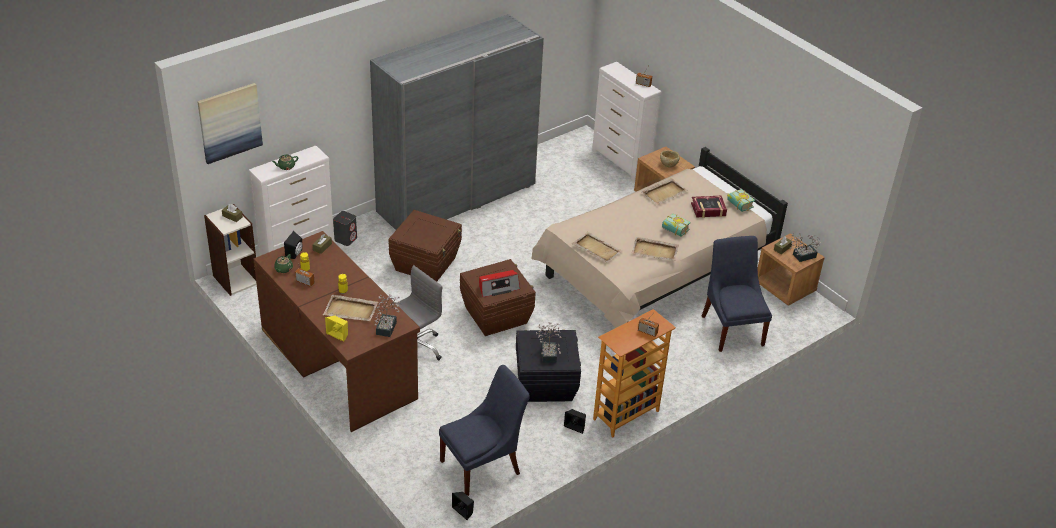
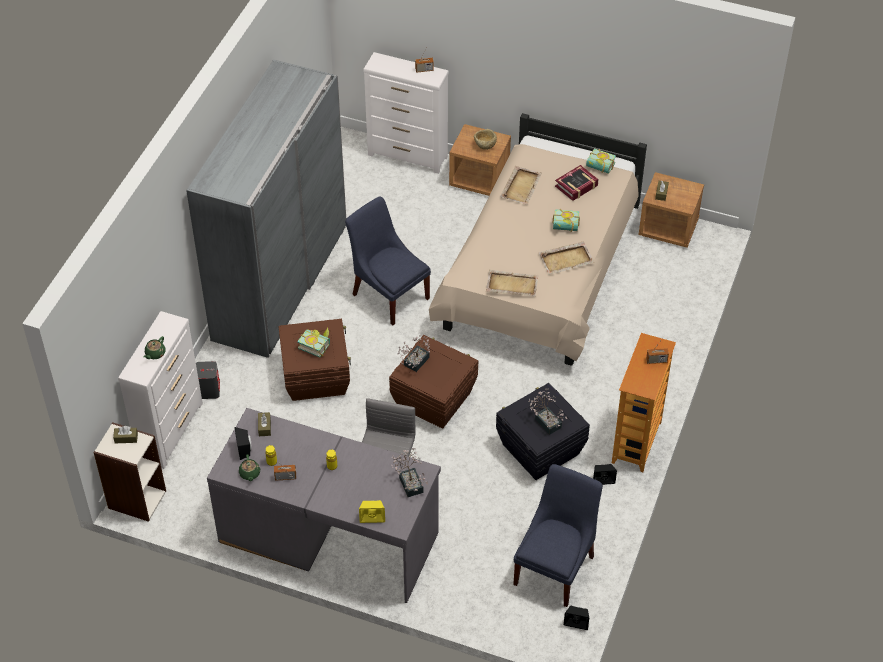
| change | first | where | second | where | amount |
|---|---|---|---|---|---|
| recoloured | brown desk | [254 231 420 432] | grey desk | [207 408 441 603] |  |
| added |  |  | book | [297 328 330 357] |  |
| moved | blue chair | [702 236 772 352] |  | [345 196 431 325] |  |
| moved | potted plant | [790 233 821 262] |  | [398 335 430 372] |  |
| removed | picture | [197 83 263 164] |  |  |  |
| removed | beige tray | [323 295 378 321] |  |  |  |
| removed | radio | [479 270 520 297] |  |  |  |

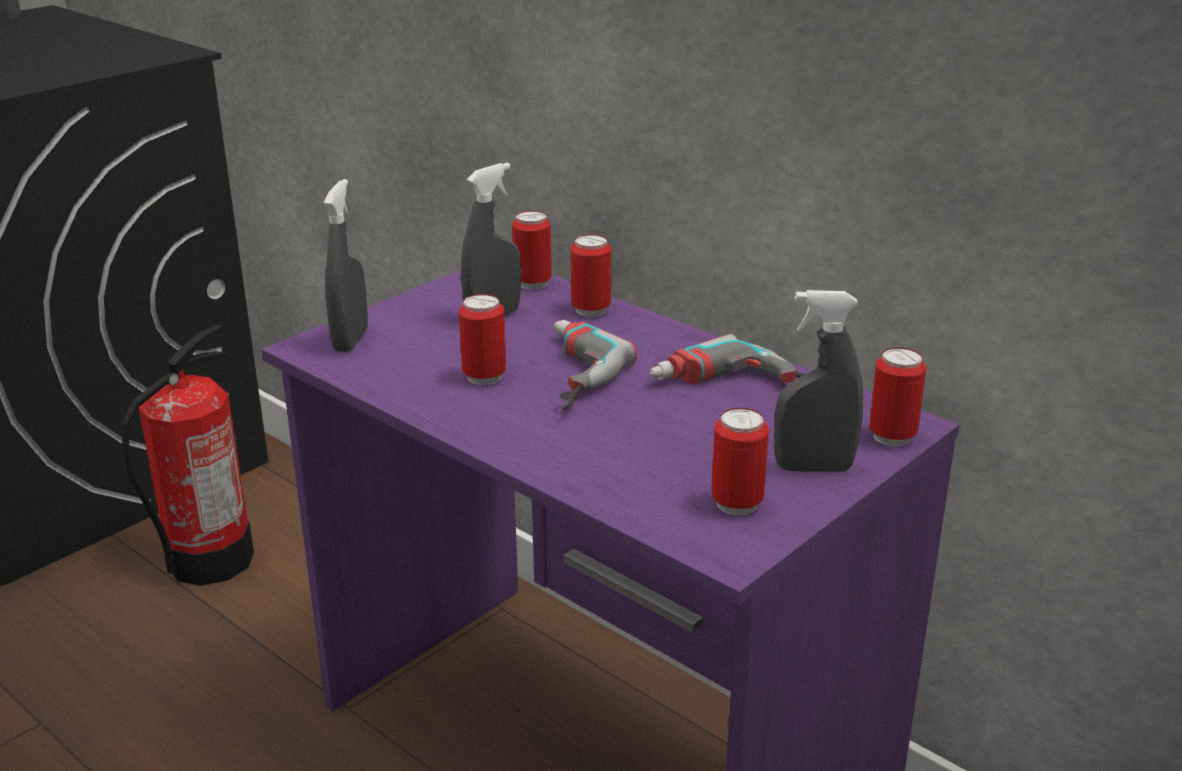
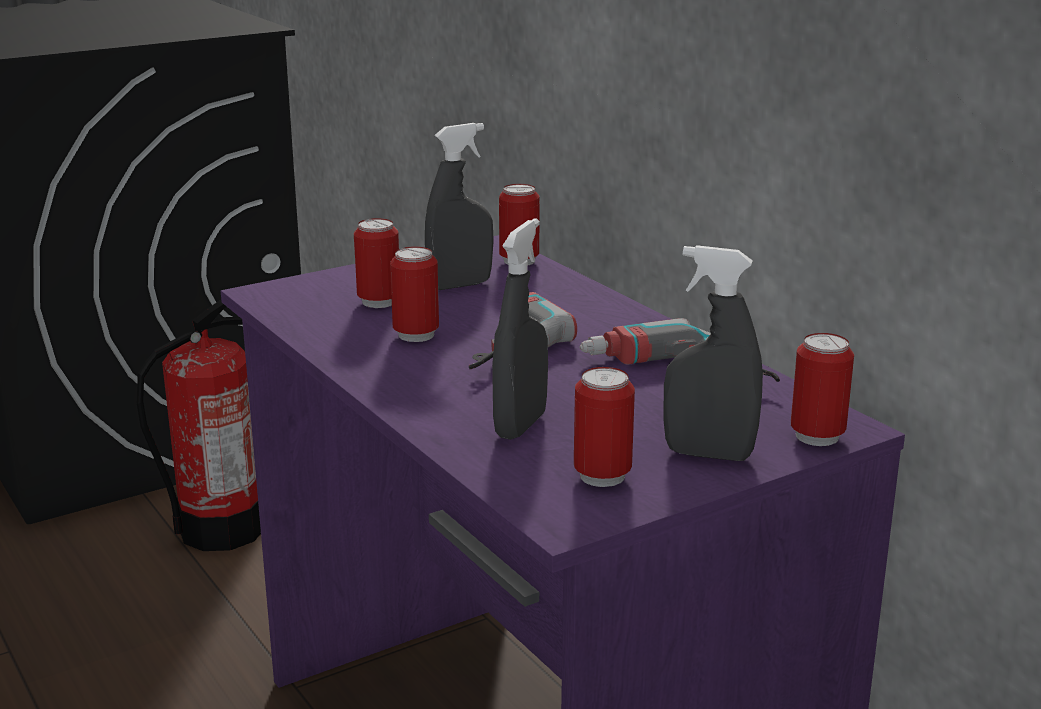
| change | first | where | second | where | amount |
|---|---|---|---|---|---|
| moved | can | [571 234 611 317] |  | [354 218 399 308] |  |
| moved | grey spray bottle | [324 179 368 352] |  | [492 218 548 440] |  |

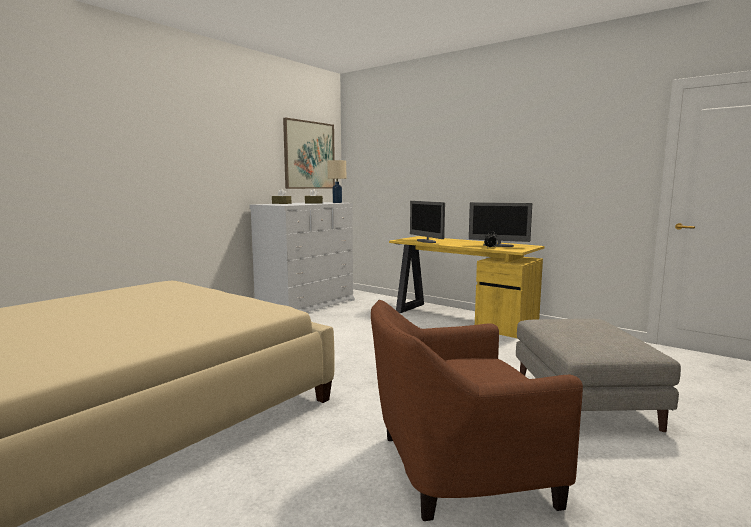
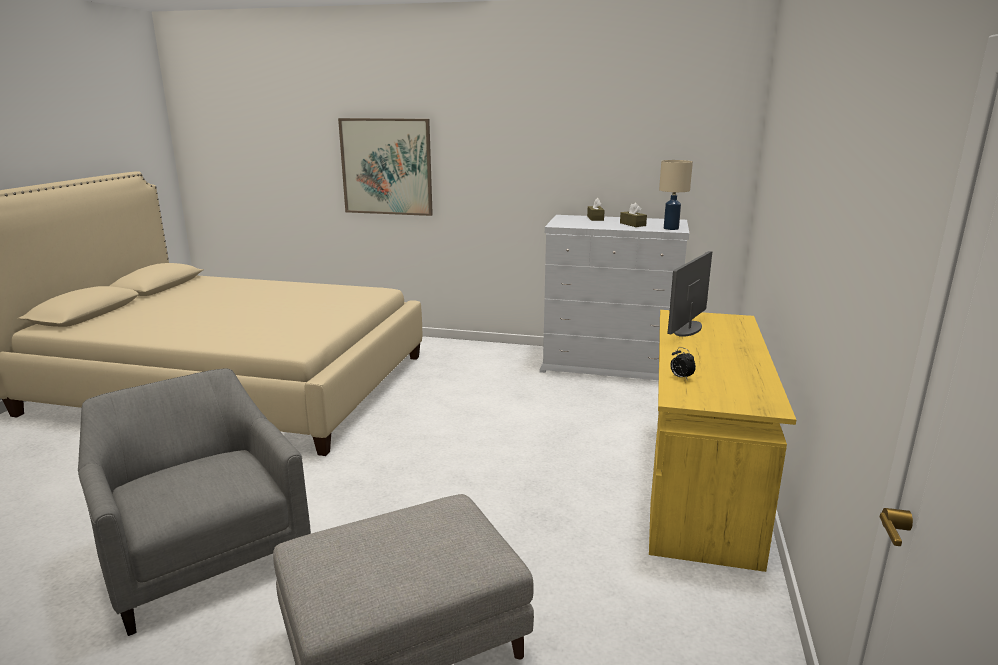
| change | first | where | second | where | amount |
|---|---|---|---|---|---|
| recoloured | brown armchair | [371 300 583 521] | grey armchair | [78 368 311 636] |  |
| moved | picture | [283 117 335 189] |  | [338 118 433 216] |  |
| removed | monitor | [469 202 532 247] |  |  |  |

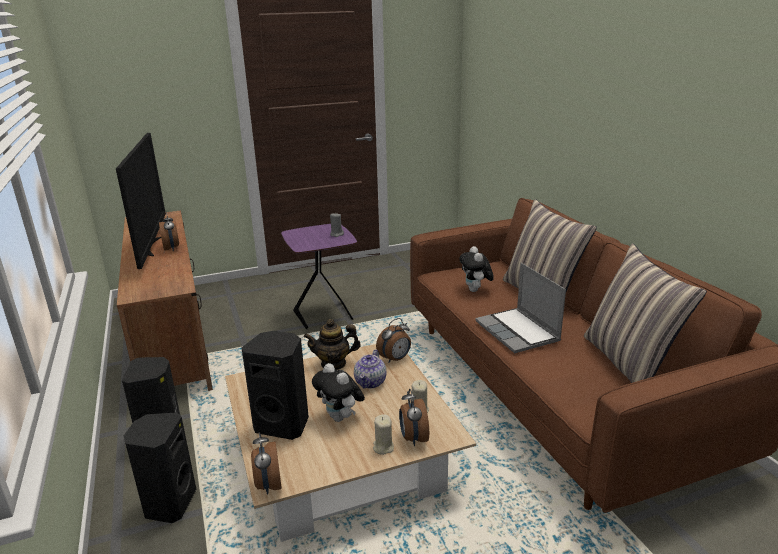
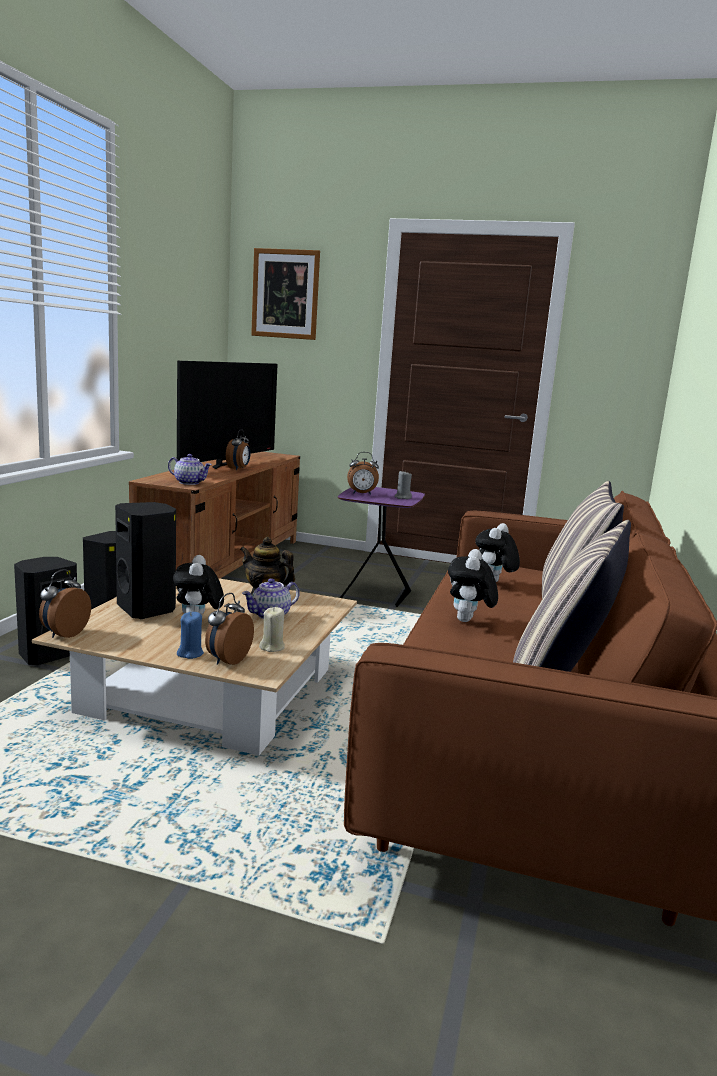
| change | first | where | second | where | amount |
|---|---|---|---|---|---|
| added |  |  | teapot | [168 454 212 485] |  |
| recoloured | beige candle | [373 414 394 455] | blue candle | [177 612 204 659] |  |
| added |  |  | picture | [251 248 320 340] |  |
| moved | alarm clock | [376 318 411 363] |  | [347 452 379 495] |  |
| replaced | laptop | [475 263 566 354] | plush toy | [448 549 498 622] |  |

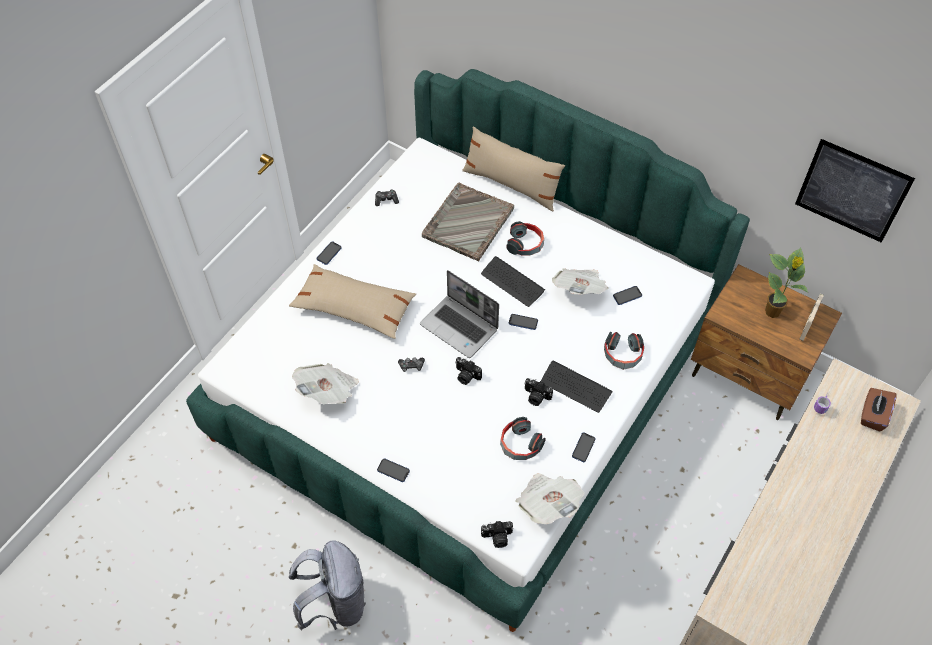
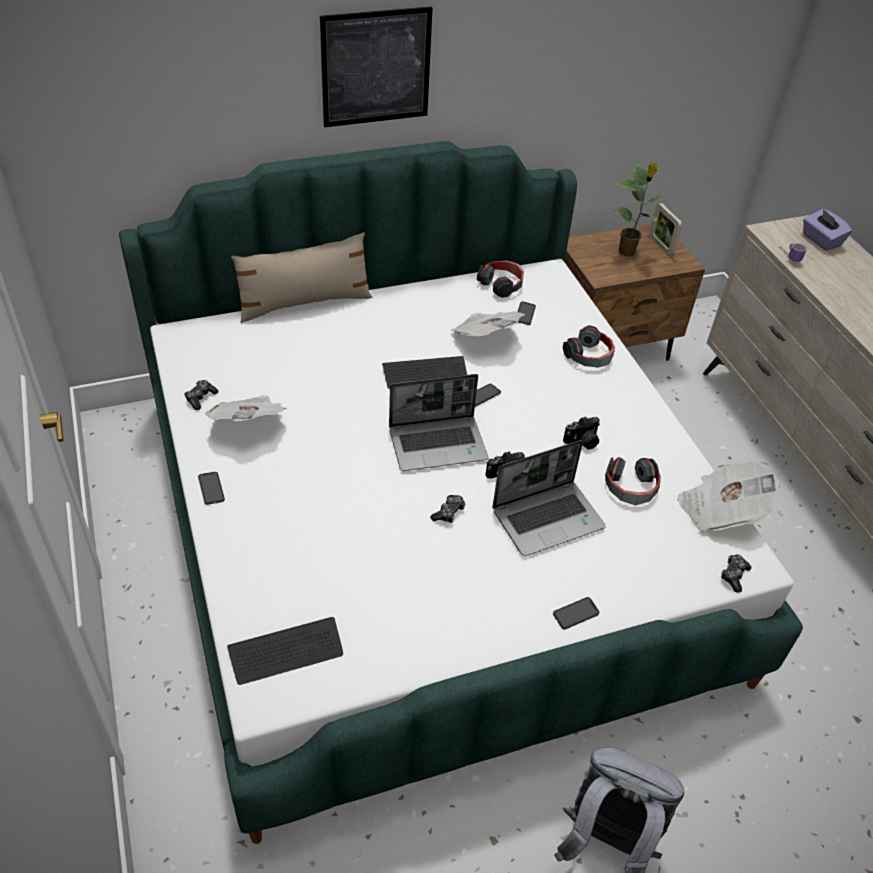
| change | first | where | second | where | amount |
|---|---|---|---|---|---|
| moved | newspaper | [292 363 359 404] |  | [205 395 286 422] |  |
| moved | keyboard | [541 361 613 413] |  | [227 617 343 685] |  |
| moved | picture | [795 139 915 243] |  | [320 6 433 127] |  |
| moved | headphones | [506 221 544 255] |  | [477 261 524 298] |  |
| added |  |  | laptop | [492 440 606 556] |  |
| replaced | photo camera | [481 521 514 548] | game controller | [721 555 751 593] |  |
| recoloured | brown tissue box | [861 388 897 431] | purple tissue box | [803 209 852 251] |  |
| removed | beige pillow | [289 264 416 339] |  |  |  |
| removed | grey tray | [422 182 514 261] |  |  |  |
| removed | phone | [572 433 596 462] |  |  |  |

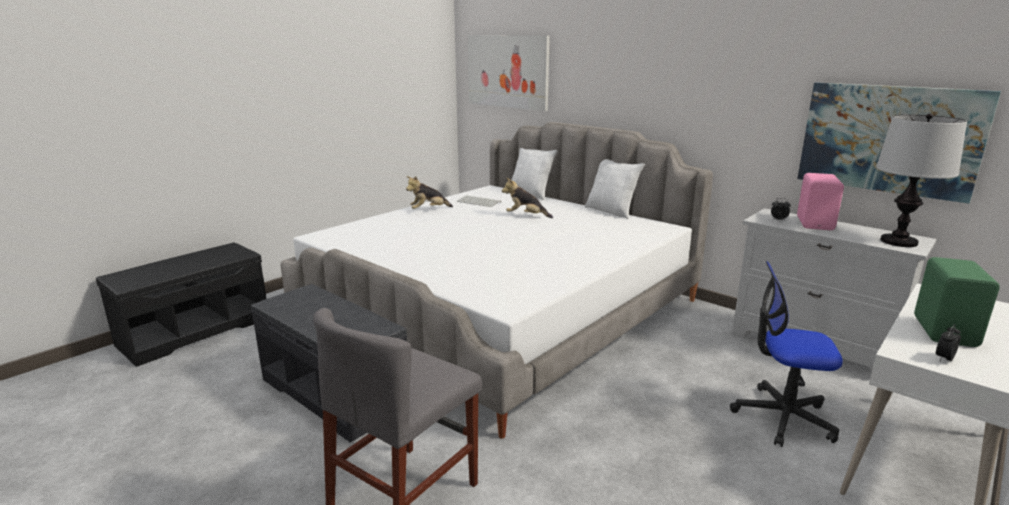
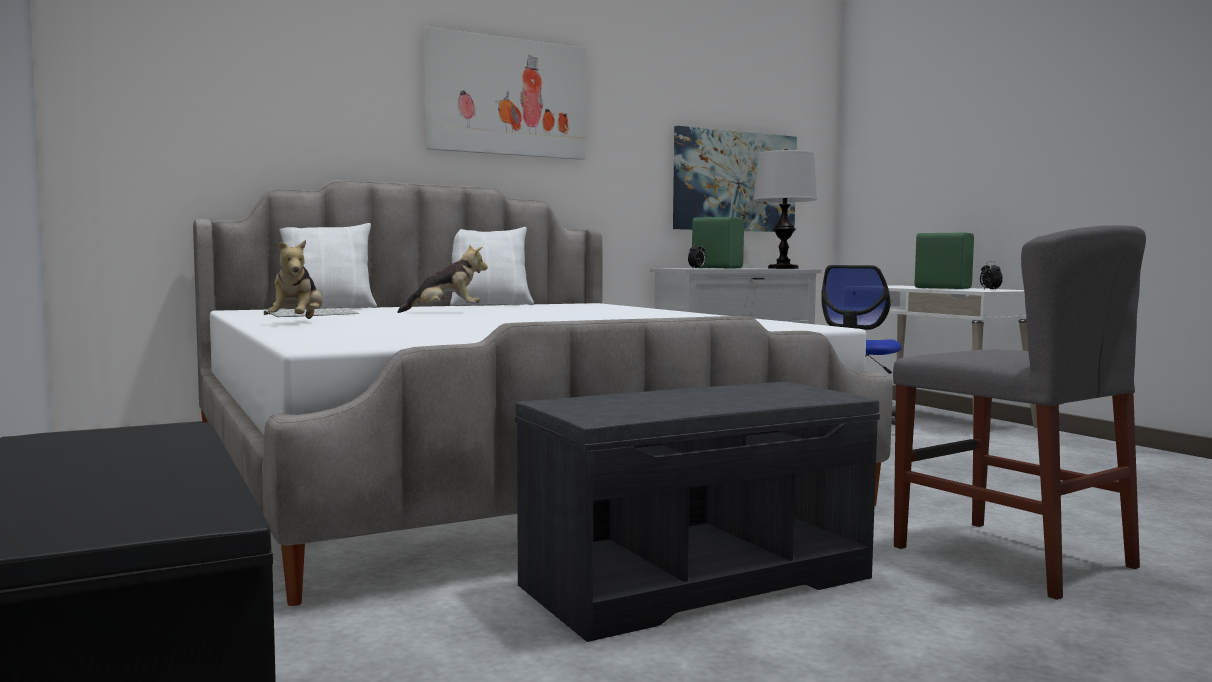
| change | first | where | second | where | amount |
|---|---|---|---|---|---|
| turned | plush toy | [502 178 553 218] |  | [397 245 488 313] | 135 degrees counterclockwise |
| moved | picture | [468 35 550 111] |  | [424 27 586 160] |  |
| recoloured | pink speaker | [797 173 844 230] | green speaker | [692 217 744 269] |  |

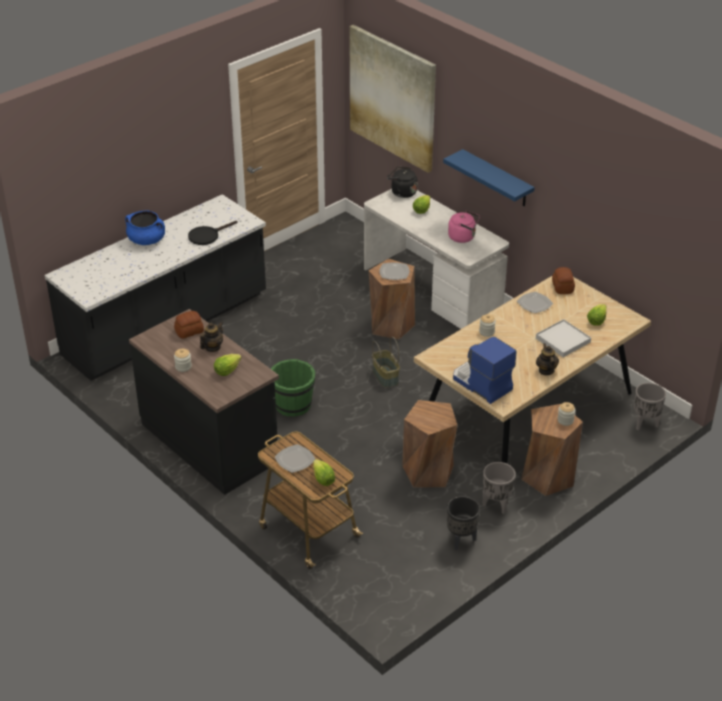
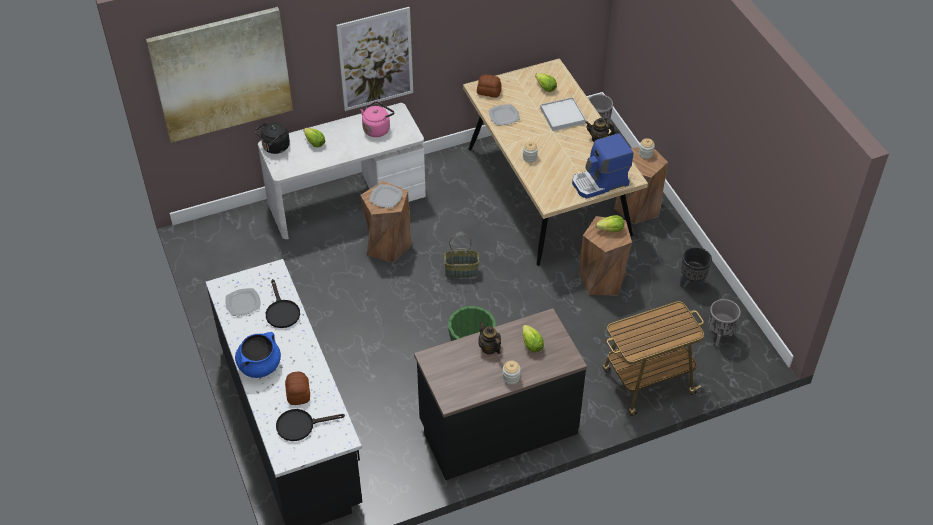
| change | first | where | second | where | amount |
|---|---|---|---|---|---|
| moved | plate | [275 444 315 473] |  | [225 288 260 316] |  |
| added |  |  | black frying pan | [276 409 345 441] |  |
| moved | bread | [174 311 204 339] |  | [285 372 310 405] |  |
| replaced | blue shelf | [443 149 535 207] | picture | [336 7 413 111] |  |
| moved | lettuce | [313 459 335 486] |  | [596 215 624 232] |  |
| moved | grey planter | [483 462 516 514] |  | [708 299 741 347] |  |

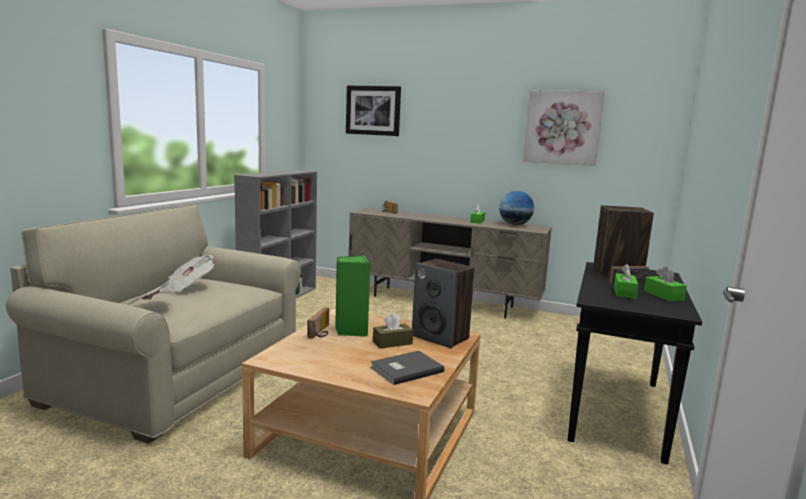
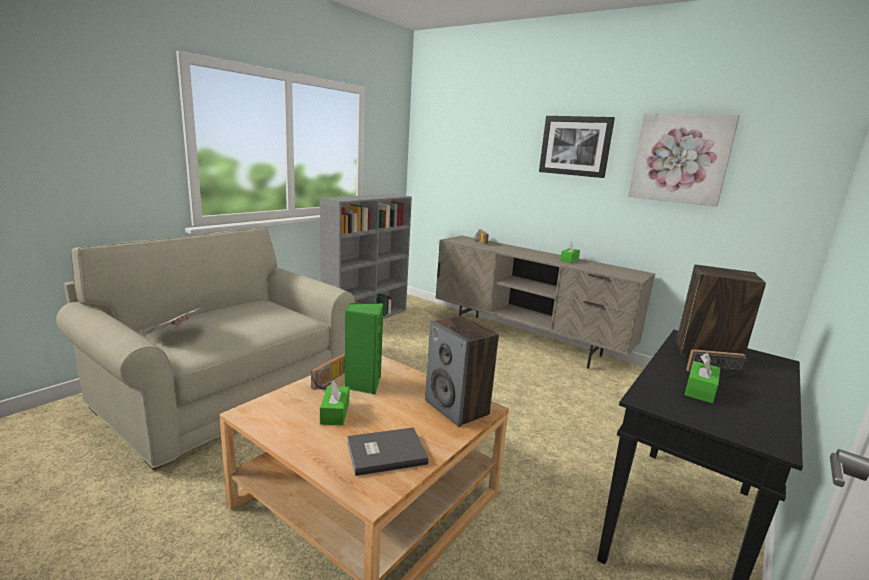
| change | first | where | second | where | amount |
|---|---|---|---|---|---|
| moved | green tissue box | [644 267 687 301] |  | [320 380 349 425] |  |
| moved | picture | [346 86 401 136] |  | [539 116 615 178] |  |
| removed | newspaper | [159 255 214 293] |  |  |  |
| removed | brown tissue box | [373 313 413 349] |  |  |  |
| removed | globe | [499 191 534 225] |  |  |  |

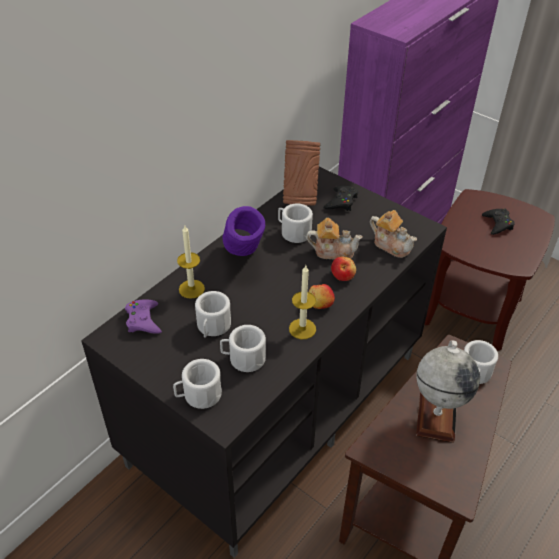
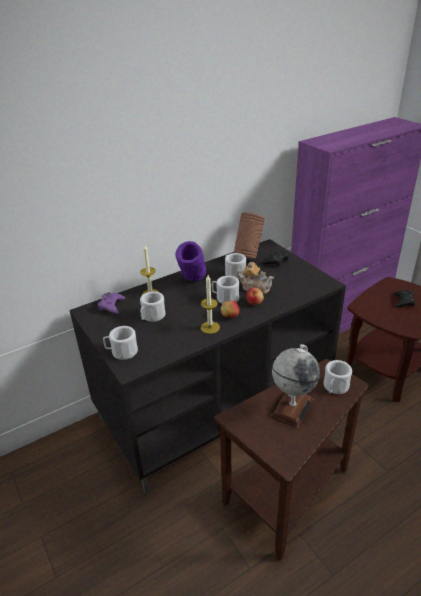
| change | first | where | second | where | amount |
|---|---|---|---|---|---|
| moved | white mug | [220 325 266 372] |  | [212 276 239 304] |  |
| removed | teapot | [370 210 417 258] |  |  |  |

